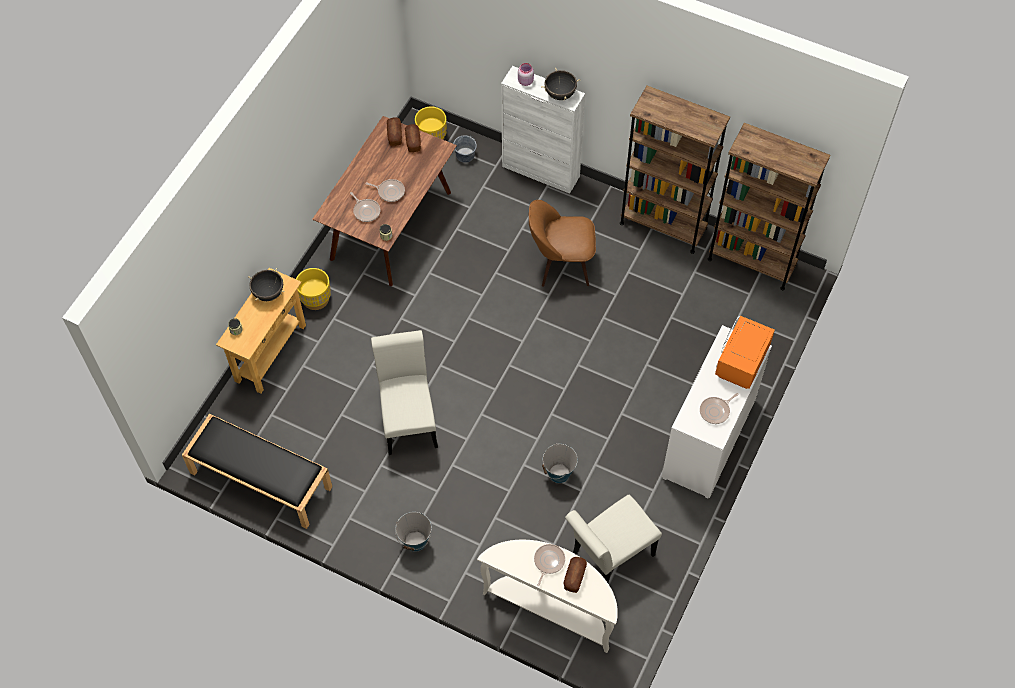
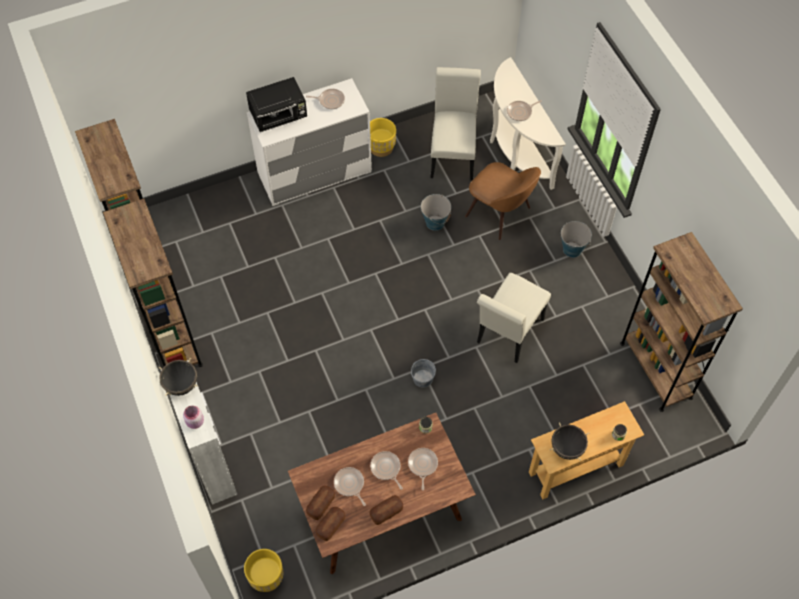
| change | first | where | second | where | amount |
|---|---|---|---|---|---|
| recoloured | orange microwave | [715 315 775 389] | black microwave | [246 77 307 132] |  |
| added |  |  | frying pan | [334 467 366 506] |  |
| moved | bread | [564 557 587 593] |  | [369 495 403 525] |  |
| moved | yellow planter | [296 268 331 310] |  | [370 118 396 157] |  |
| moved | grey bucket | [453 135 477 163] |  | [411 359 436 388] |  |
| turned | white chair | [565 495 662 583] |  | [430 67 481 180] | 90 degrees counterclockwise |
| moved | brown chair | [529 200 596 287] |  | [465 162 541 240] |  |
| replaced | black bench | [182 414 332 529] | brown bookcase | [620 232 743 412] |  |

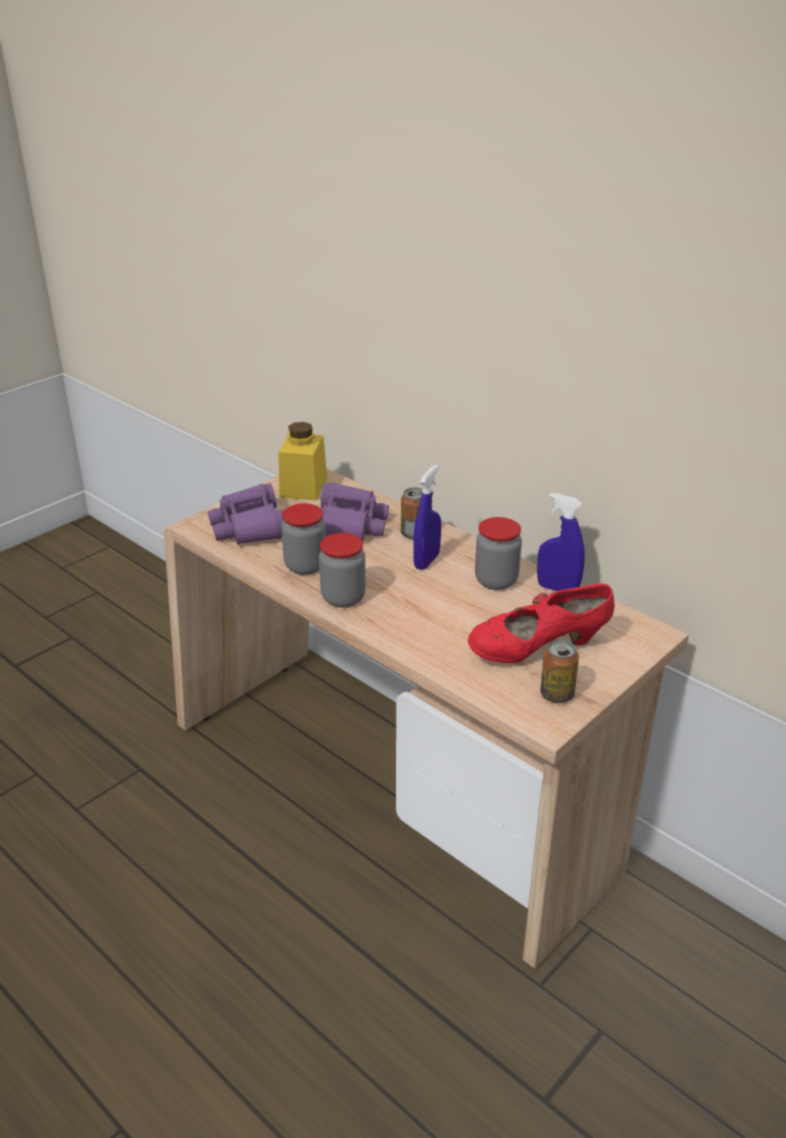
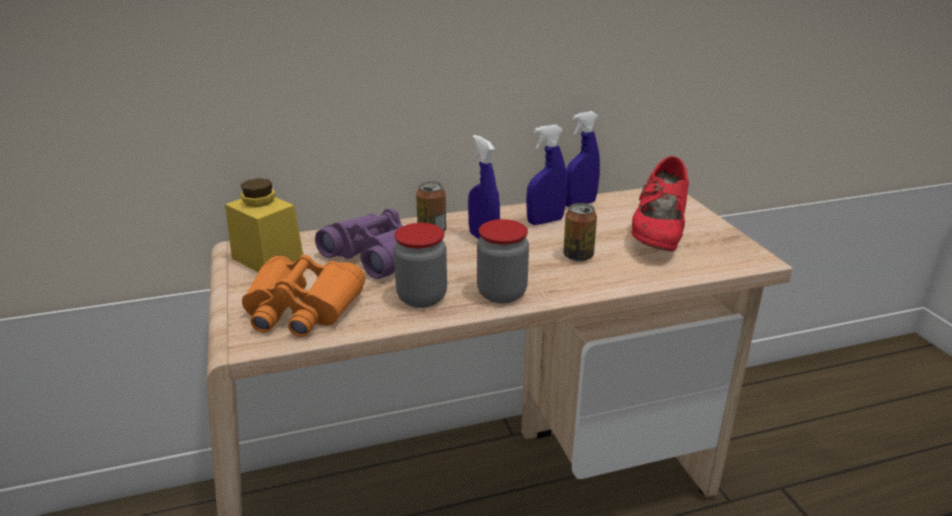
| change | first | where | second | where | amount |
|---|---|---|---|---|---|
| recoloured | purple binoculars | [208 483 284 544] | orange binoculars | [242 255 365 337] |  |
| replaced | jar | [475 517 522 590] | blue spray bottle | [526 125 567 225] |  |
| moved | can | [540 640 579 703] |  | [563 203 597 262] |  |

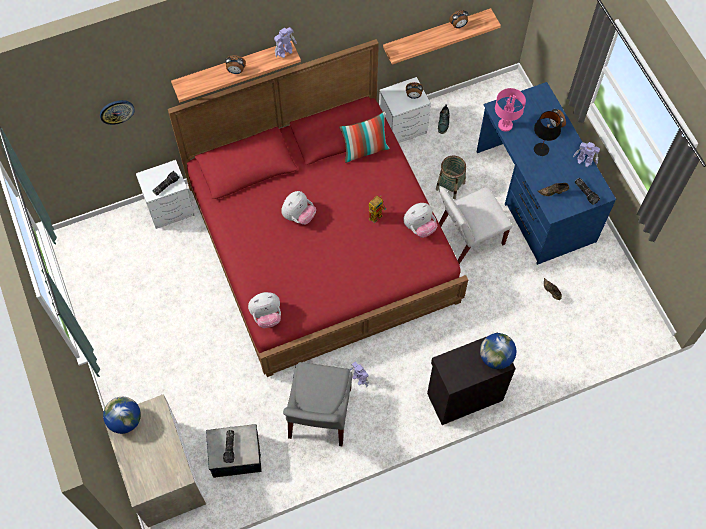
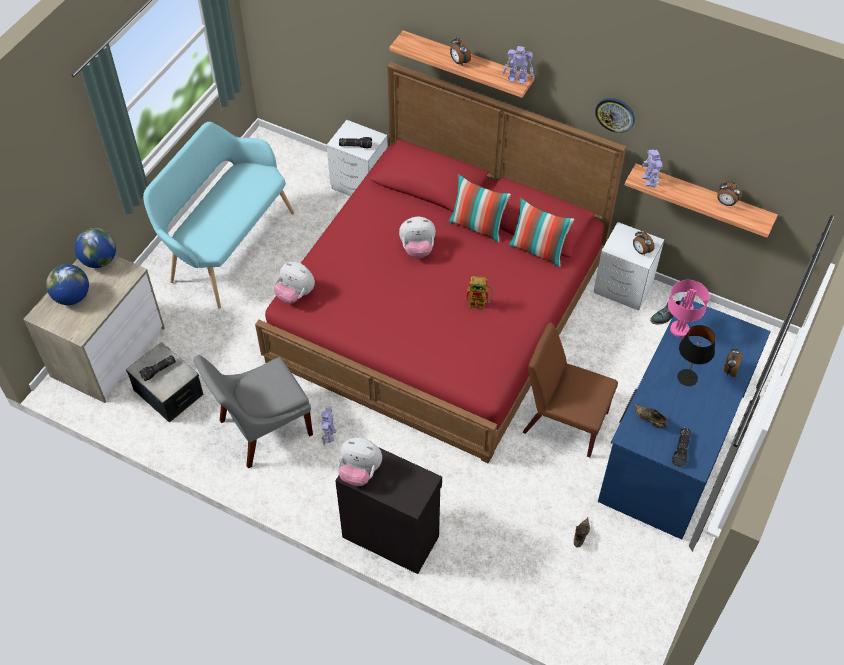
| change | first | where | second | where | amount |
|---|---|---|---|---|---|
| moved | globe | [480 333 516 369] |  | [46 264 89 305] |  |
| added |  |  | turquoise bench | [143 122 294 309] |  |
| moved | plush toy | [403 203 437 238] |  | [338 437 382 486] |  |
| added |  |  | pillow | [448 174 511 242] |  |
| recoloured | white chair | [439 187 512 264] | brown chair | [523 322 618 458] |  |
| moved | wall clock | [100 100 135 125] |  | [595 98 635 133] |  |
| moved | toy robot | [573 142 600 167] |  | [642 149 663 189] |  |
| removed | basket | [436 155 466 199] |  |  |  |

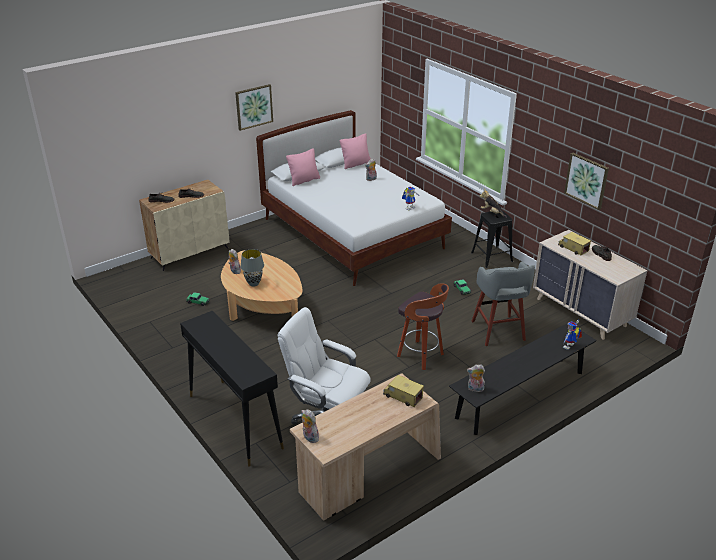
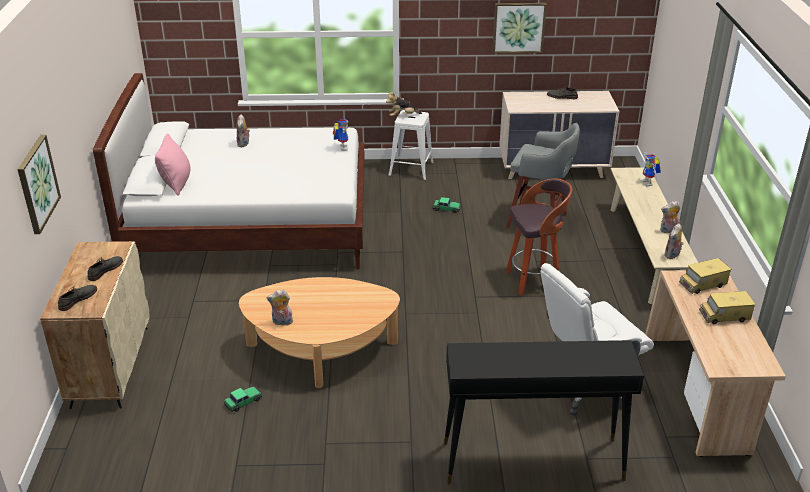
| change | first | where | second | where | amount |
|---|---|---|---|---|---|
| moved | picture | [235 84 273 131] |  | [17 135 61 234] |  |
| recoloured | black stool | [471 210 513 268] | white stool | [388 110 434 180] |  |
| recoloured | black bench | [449 323 596 435] | beige bench | [610 167 698 304] |  |
| moved | plush toy | [301 409 319 443] |  | [660 201 680 234] |  |
| moved | toy truck | [558 232 591 255] |  | [699 291 756 324] |  |
| removed | grey table lamp | [240 249 264 287] |  |  |  |
| removed | pink pillow | [340 133 371 169] |  |  |  |

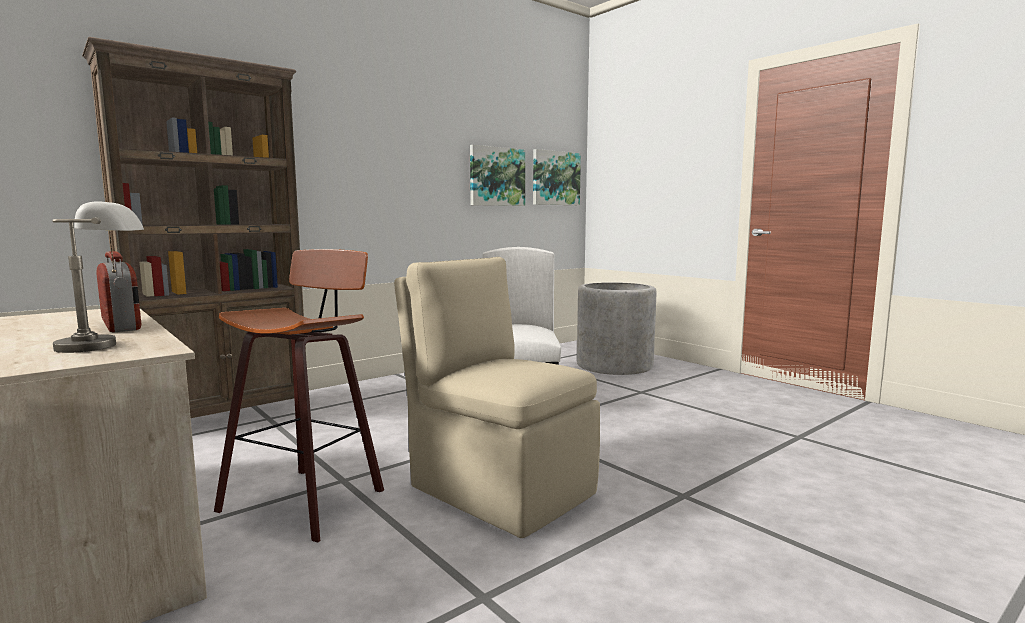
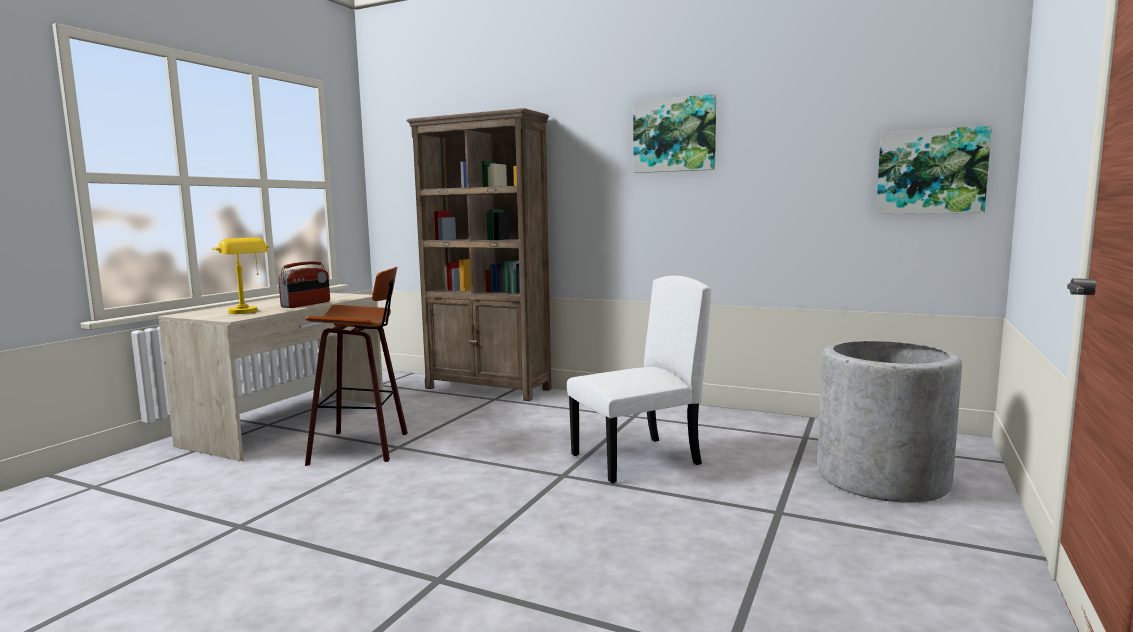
| change | first | where | second | where | amount |
|---|---|---|---|---|---|
| recoloured | grey table lamp | [52 201 144 353] | yellow table lamp | [211 238 270 314] |  |
| moved | picture | [470 145 525 206] |  | [633 94 716 173] |  |
| removed | beige chair | [394 257 600 538] |  |  |  |

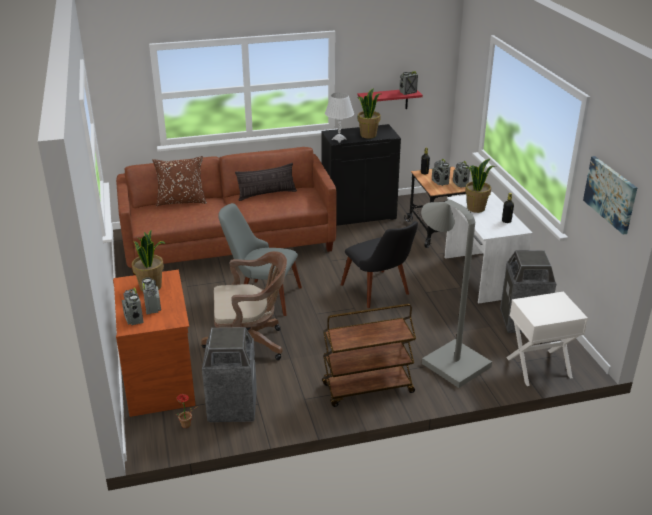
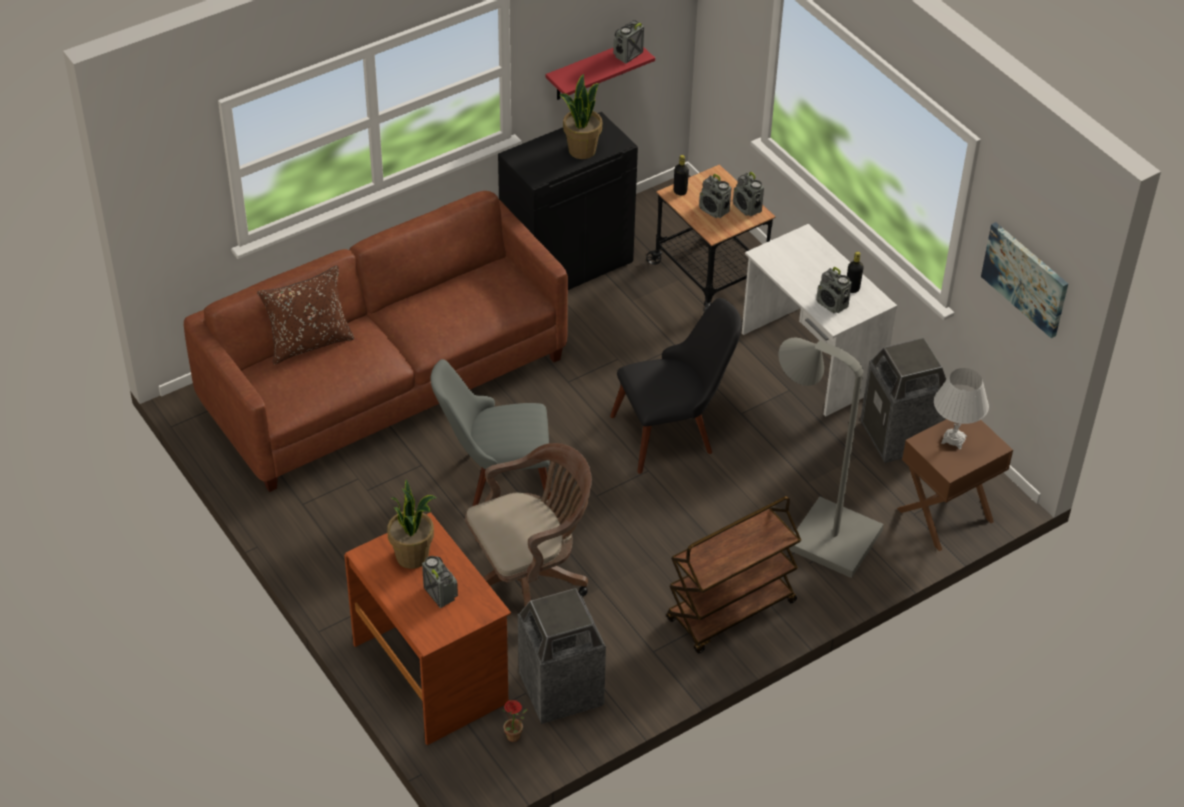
| change | first | where | second | where | amount |
|---|---|---|---|---|---|
| turned | black chair | [341 221 418 308] |  | [610 298 742 474] | 60 degrees counterclockwise |
| moved | radio | [122 287 144 325] |  | [816 267 852 313] |  |
| recoloured | white nightstand | [506 292 588 386] | brown nightstand | [897 419 1013 551] |  |
| moved | white table lamp | [325 92 354 143] |  | [934 368 989 450] |  |
| removed | pillow | [235 163 297 201] |  |  |  |
| removed | potted plant | [465 159 497 213] |  |  |  |

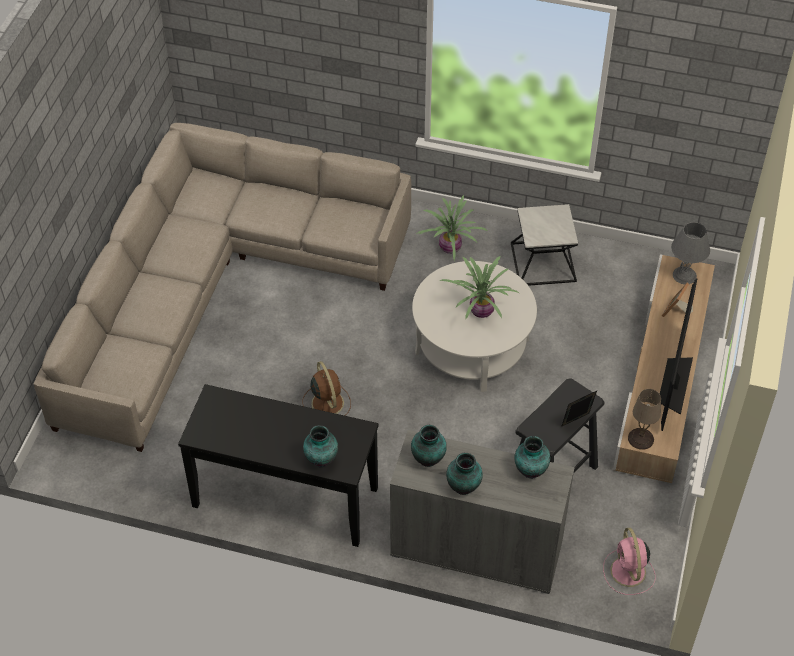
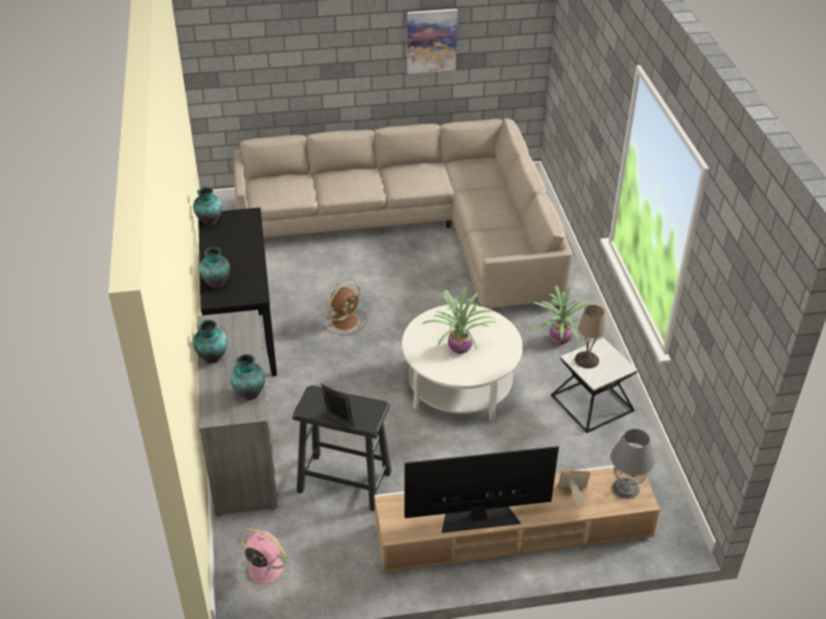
| change | first | where | second | where | amount |
|---|---|---|---|---|---|
| moved | vase | [411 425 447 467] |  | [193 187 222 225] |  |
| turned | pink fan | [603 528 656 595] |  | [237 528 292 589] | 60 degrees clockwise |
| added |  |  | picture | [407 9 458 74] |  |
| moved | beige table lamp | [628 389 661 450] |  | [575 305 605 368] |  |

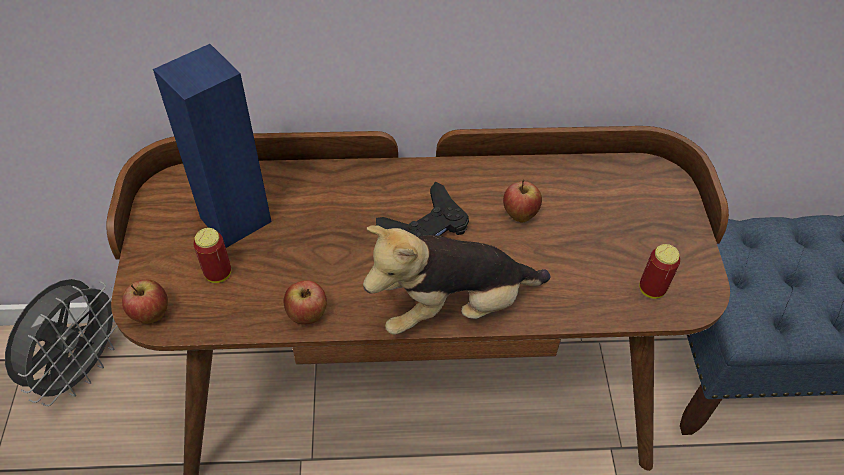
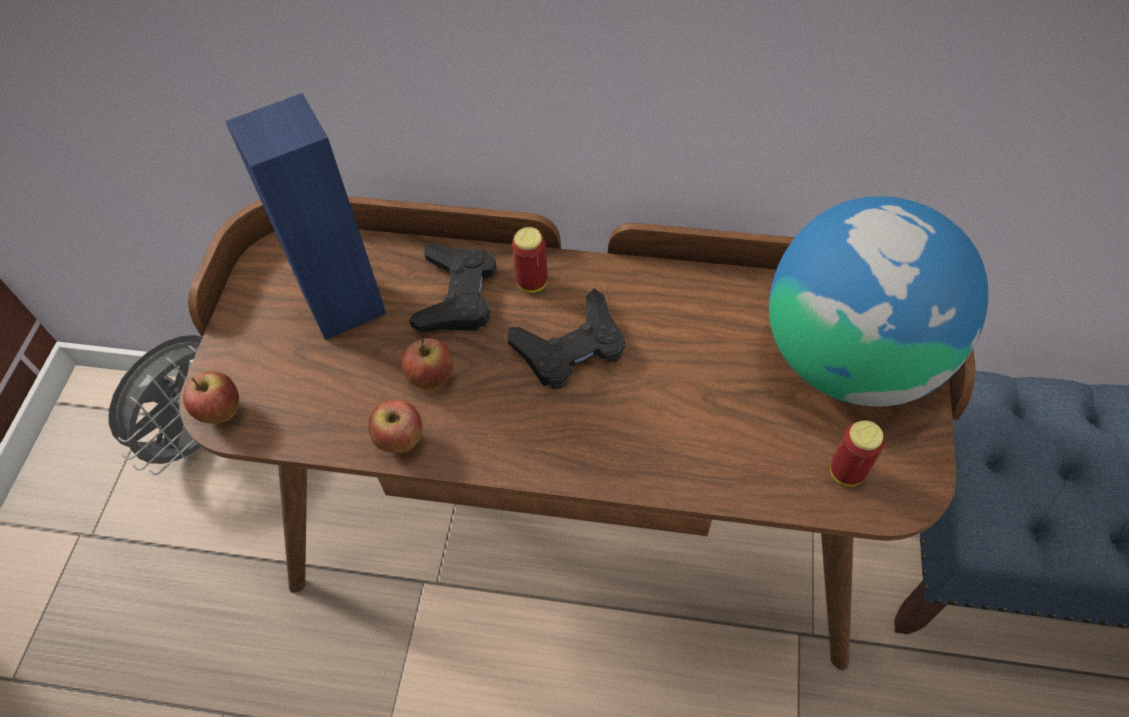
| change | first | where | second | where | amount |
|---|---|---|---|---|---|
| moved | apple | [503 180 542 223] |  | [402 338 454 391] |  |
| added |  |  | black game controller | [409 243 497 332] |  |
| moved | can | [194 228 231 283] |  | [512 227 548 293] |  |
| added |  |  | globe | [769 196 988 407] |  |
| removed | plush toy | [363 225 551 335] |  |  |  |

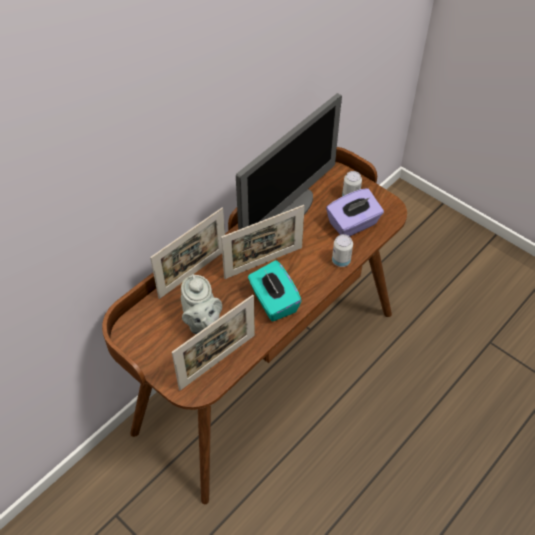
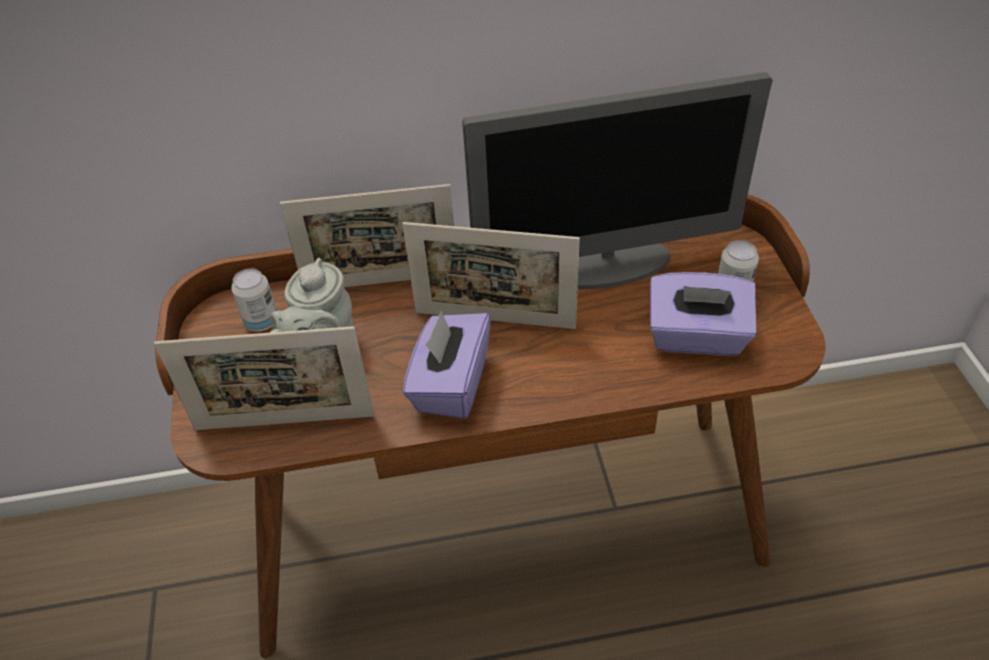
| change | first | where | second | where | amount |
|---|---|---|---|---|---|
| moved | can | [332 234 353 267] |  | [231 268 277 331] |  |
| recoloured | turquoise tissue box | [248 260 302 321] | purple tissue box | [403 311 491 419] |  |

